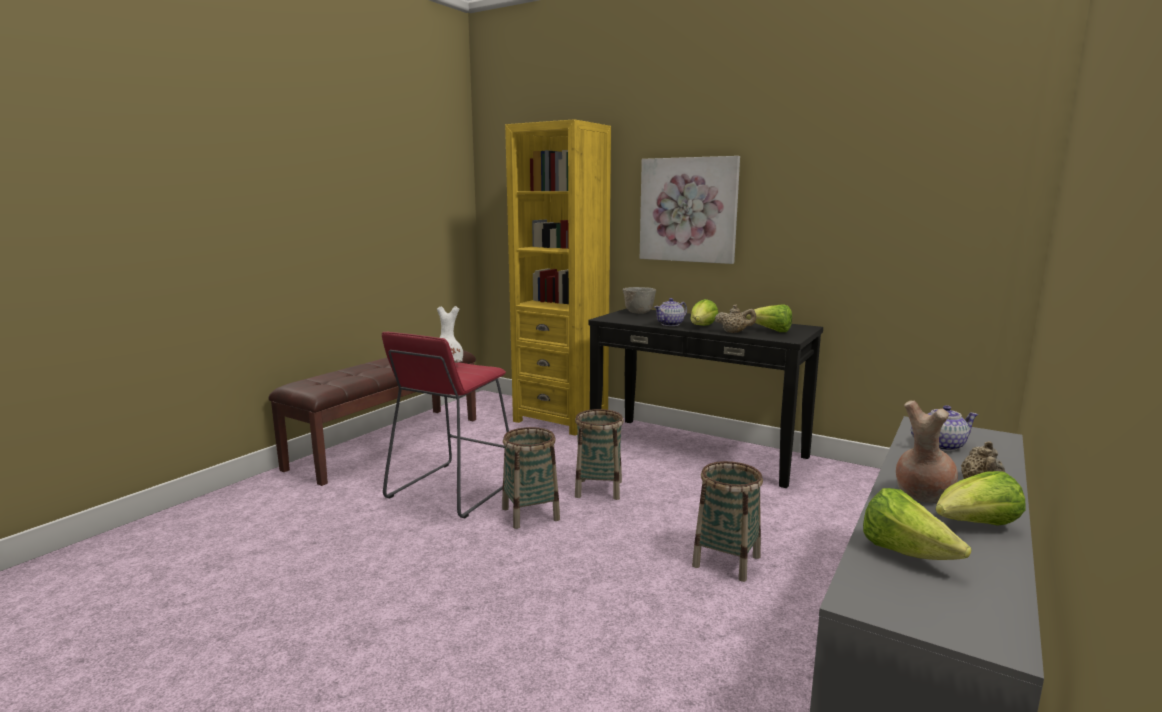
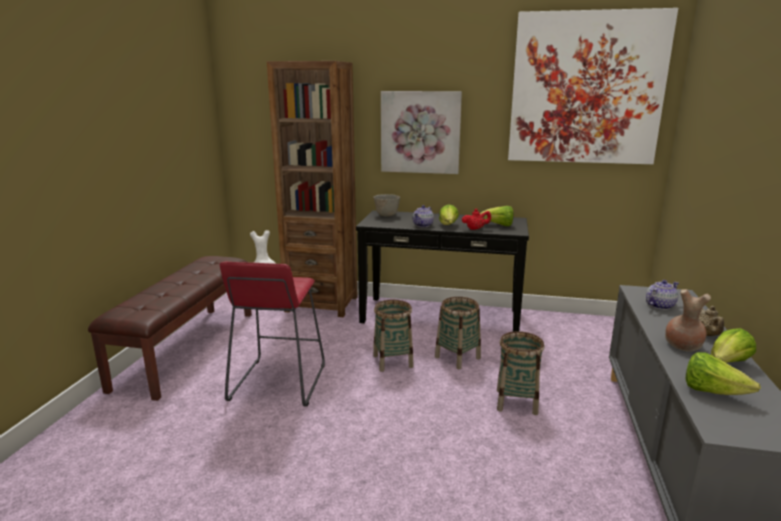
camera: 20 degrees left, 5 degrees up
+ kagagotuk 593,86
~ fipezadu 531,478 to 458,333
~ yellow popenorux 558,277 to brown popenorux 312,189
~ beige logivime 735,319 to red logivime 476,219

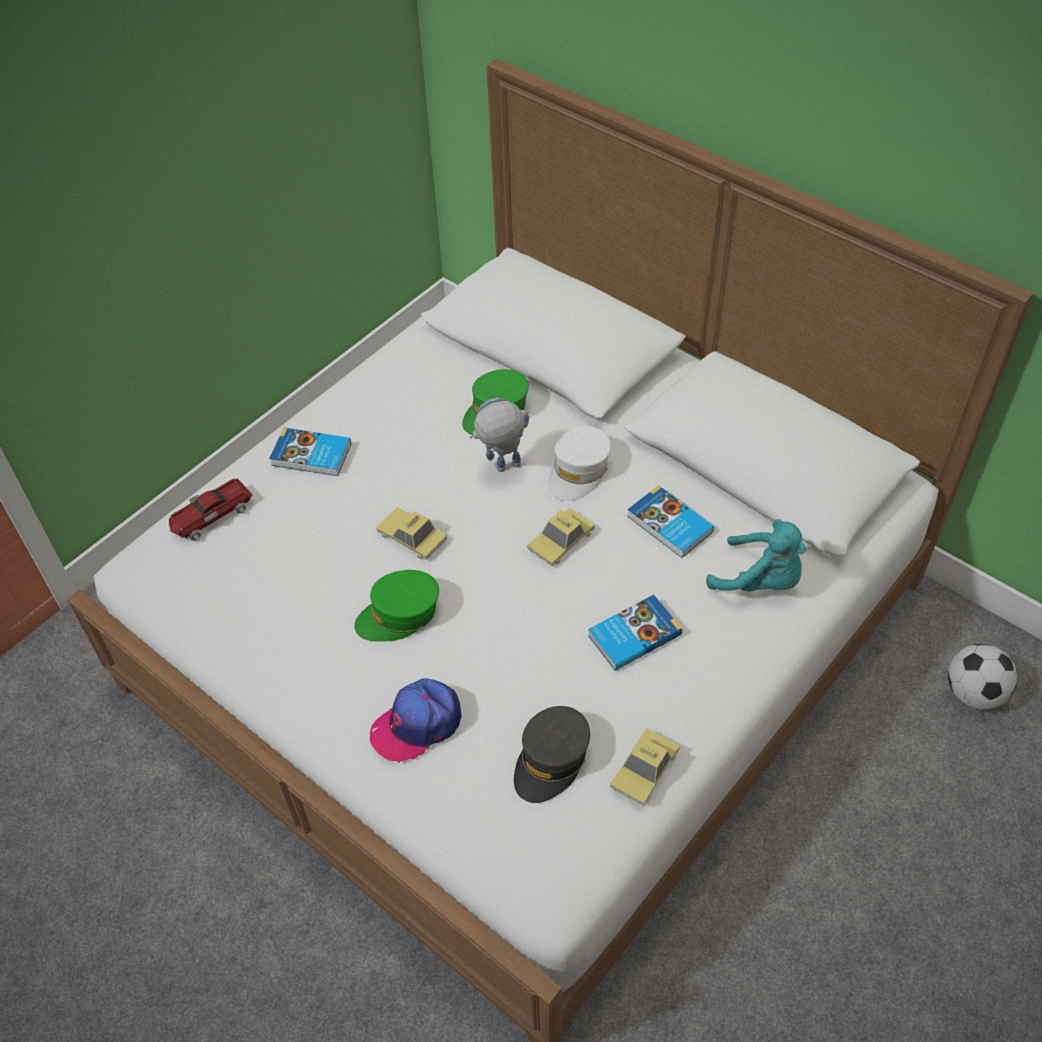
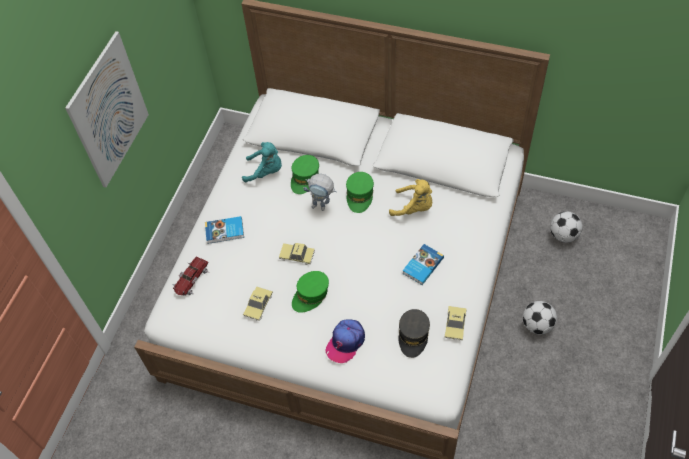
camera: 20 degrees left, 5 degrees up
+ kagagotuk 107,109
+ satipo 540,318
~ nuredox 561,537 to 258,304
~ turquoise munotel 756,555 to 262,162
~ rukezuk 670,521 to yellow munotel 410,197
~ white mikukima 579,463 to green mikukima 360,192
~ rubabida 499,434 = 320,192 120 degrees counterclockwise

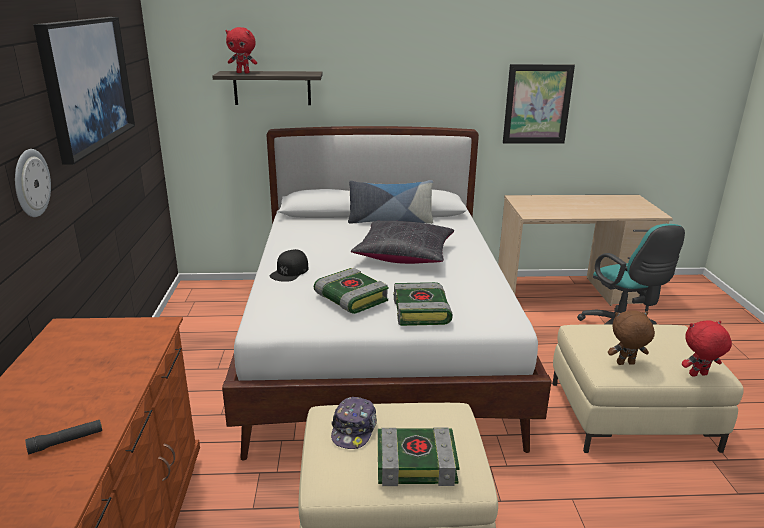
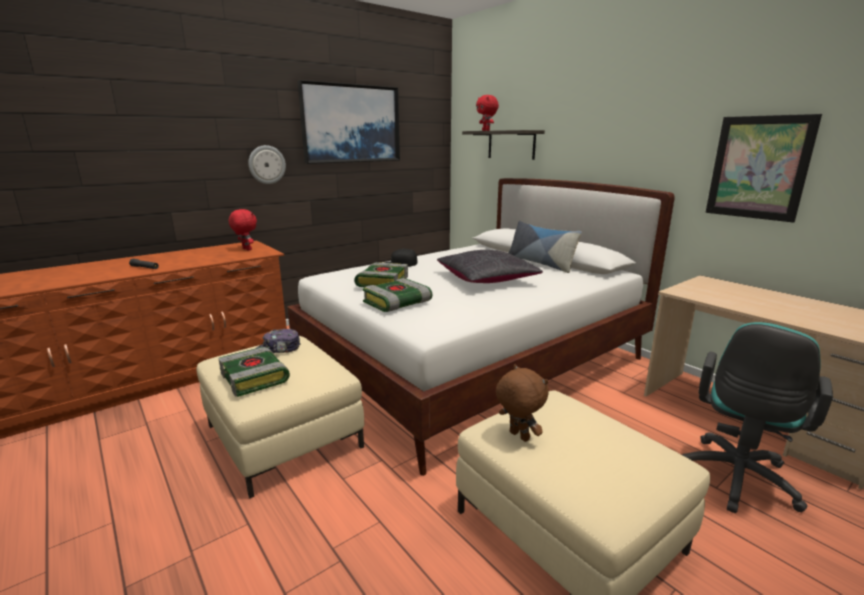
camera: 55 degrees right, 5 degrees down
~ red munotel 707,348 to 243,230

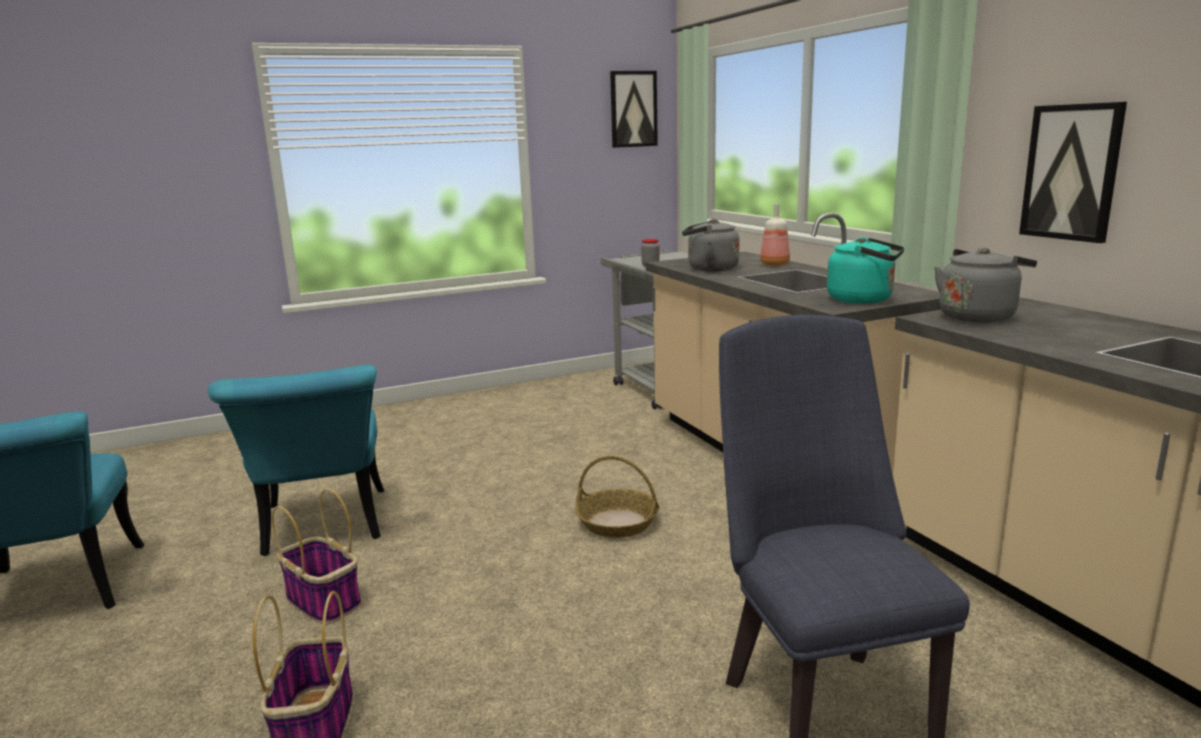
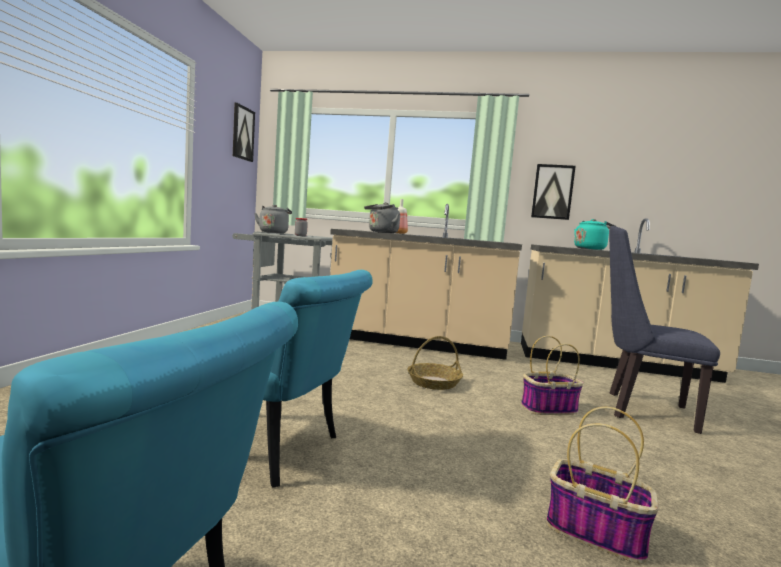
camera: 55 degrees left, 10 degrees down
~ fipezadu 316,556 to 552,375
~ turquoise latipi 865,270 to 594,234
~ grey latipi 985,285 to 273,219

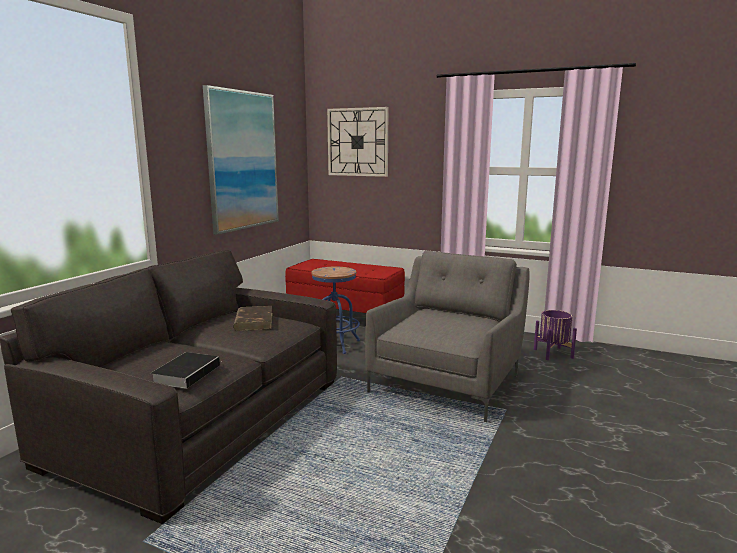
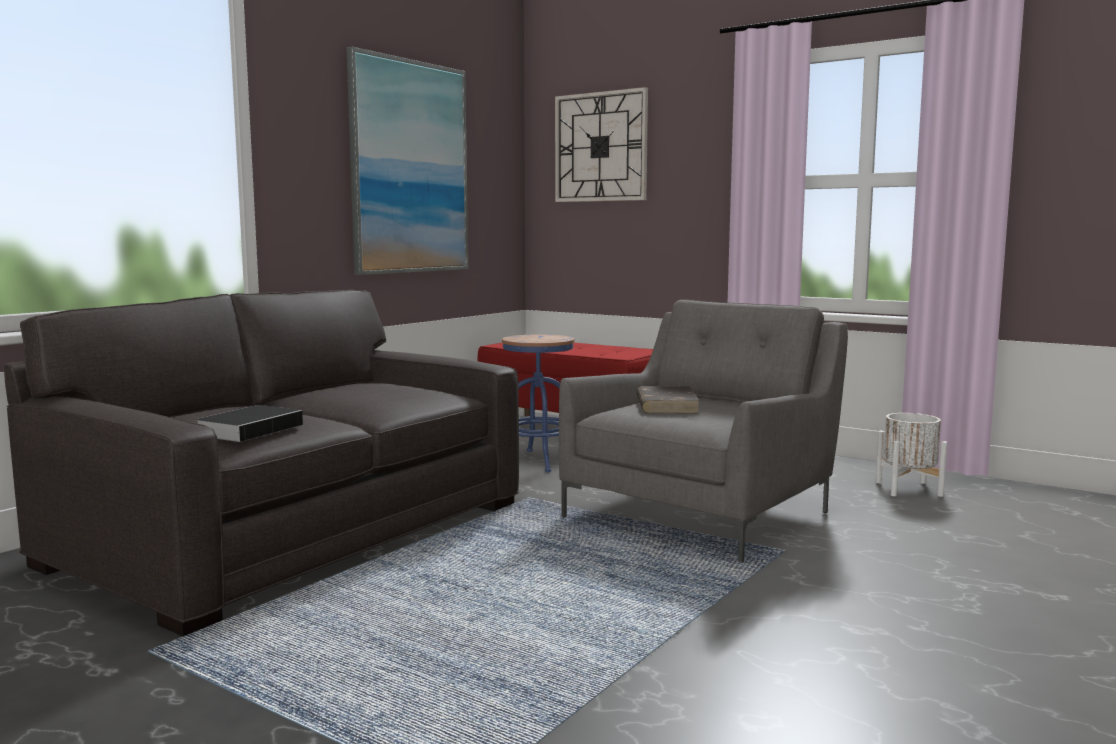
camera: 10 degrees right, 5 degrees down
~ brown rukezuk 252,318 to 668,399
~ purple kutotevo 555,335 to white kutotevo 911,455

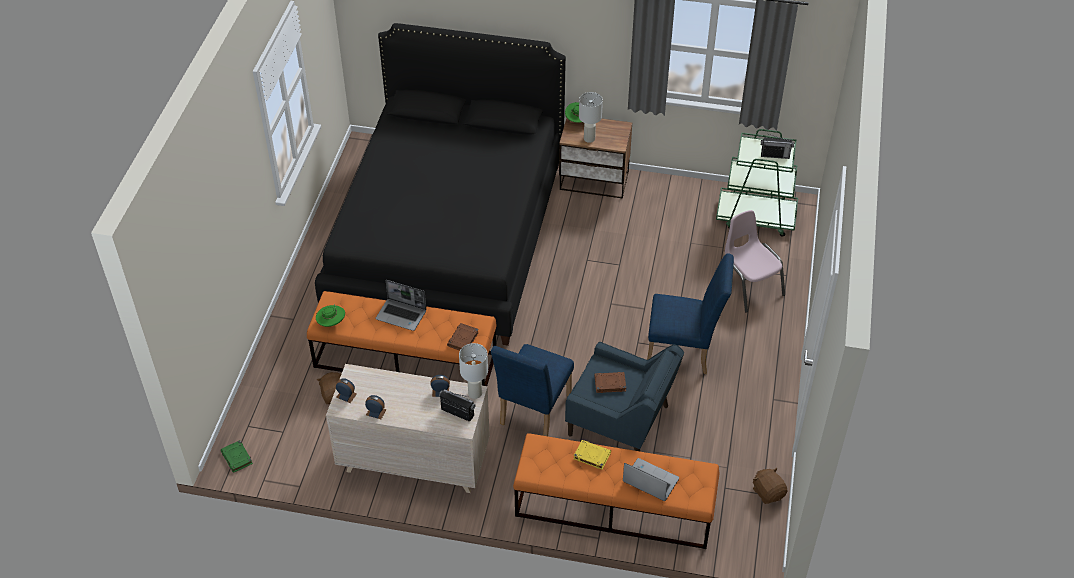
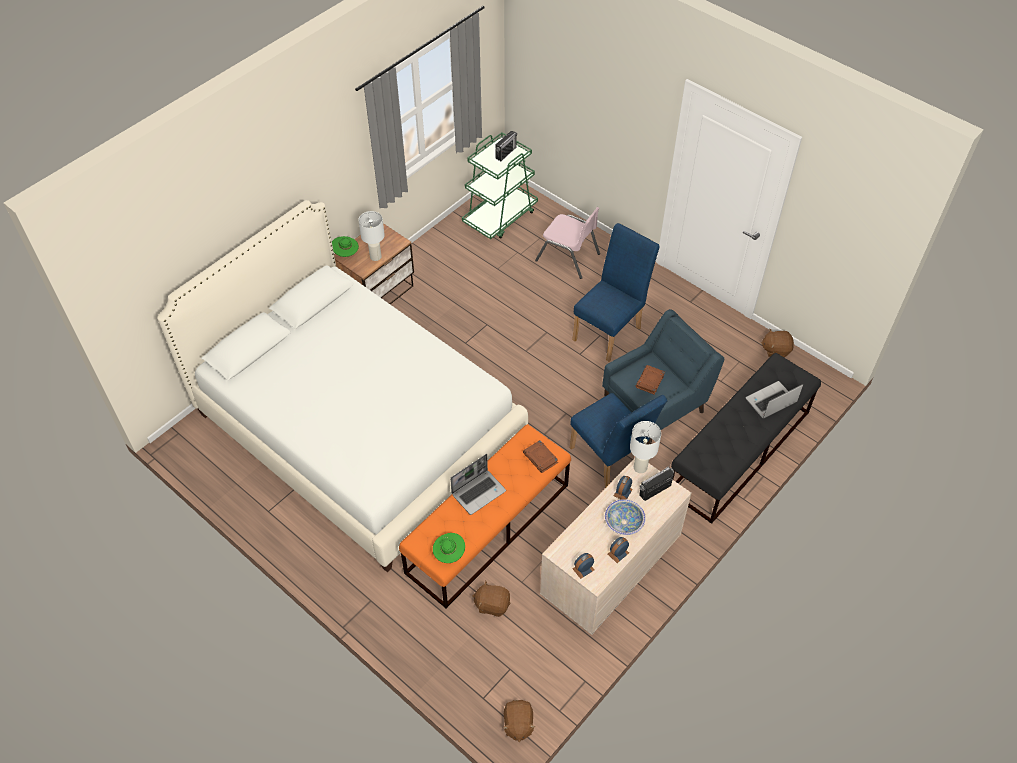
camera: 60 degrees left, 5 degrees up
- yellow rukezuk 592,455
+ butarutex 625,517
~ green rukezuk 237,456 to brown munotel 519,721
~ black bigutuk 440,184 to white bigutuk 342,386
~ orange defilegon 616,491 to black defilegon 746,438
~ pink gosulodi 755,261 = 567,243 150 degrees counterclockwise

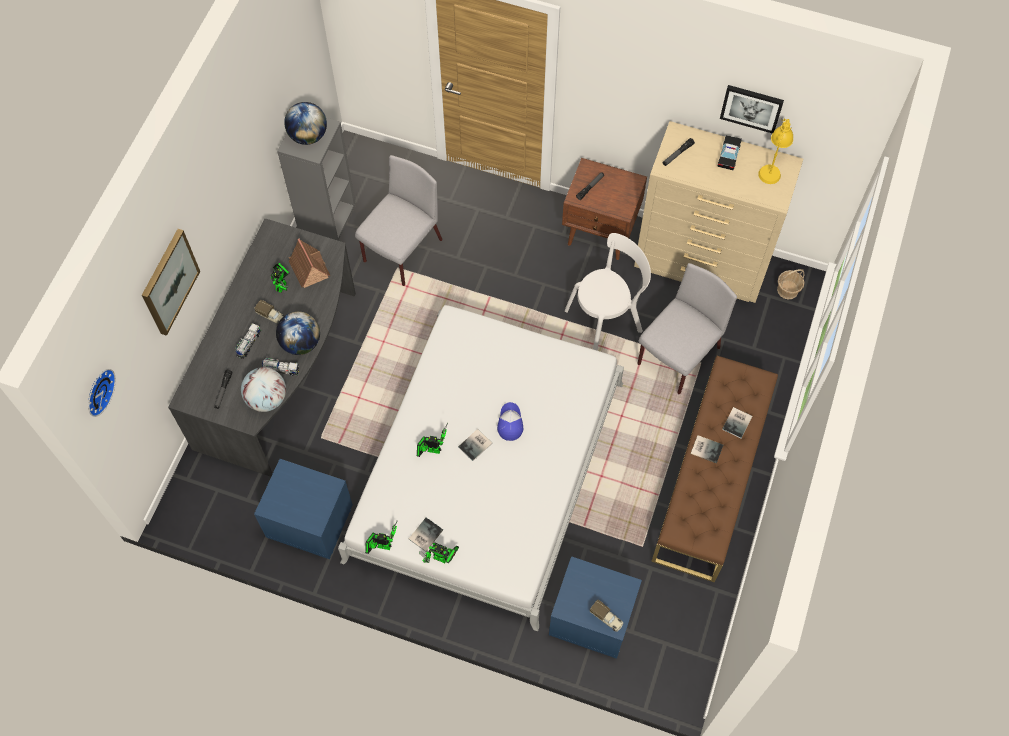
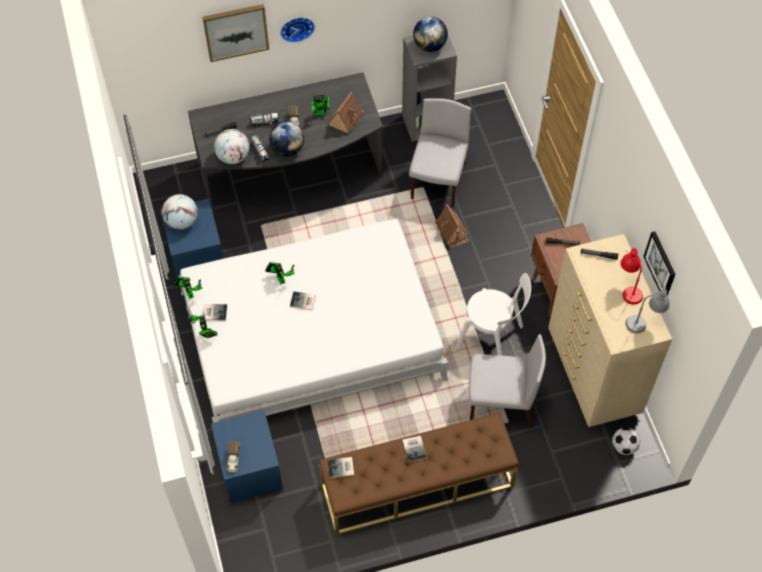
camera: 55 degrees right, 5 degrees down
- mikukima 510,421
+ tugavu 180,212
+ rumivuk 452,226
~ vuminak 102,393 to 297,30
~ rukezuk 737,422 to 341,467
~ nuredox 729,153 to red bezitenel 631,276
~ fipezadu 790,284 to satipo 626,441
~ yellow bezitenel 775,151 to grey bezitenel 648,309
~ grey gosulodi 399,220 = 440,153 75 degrees counterclockwise

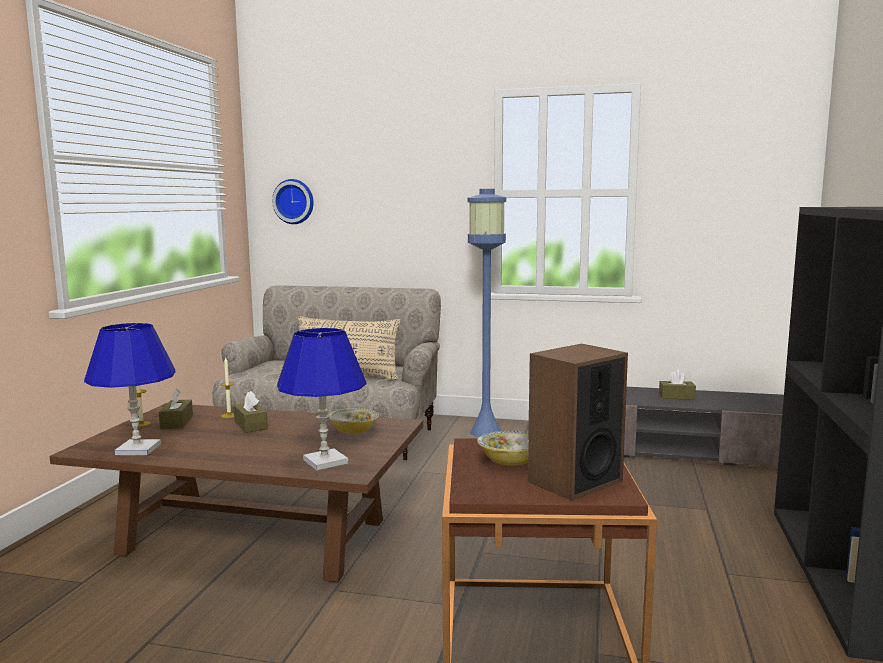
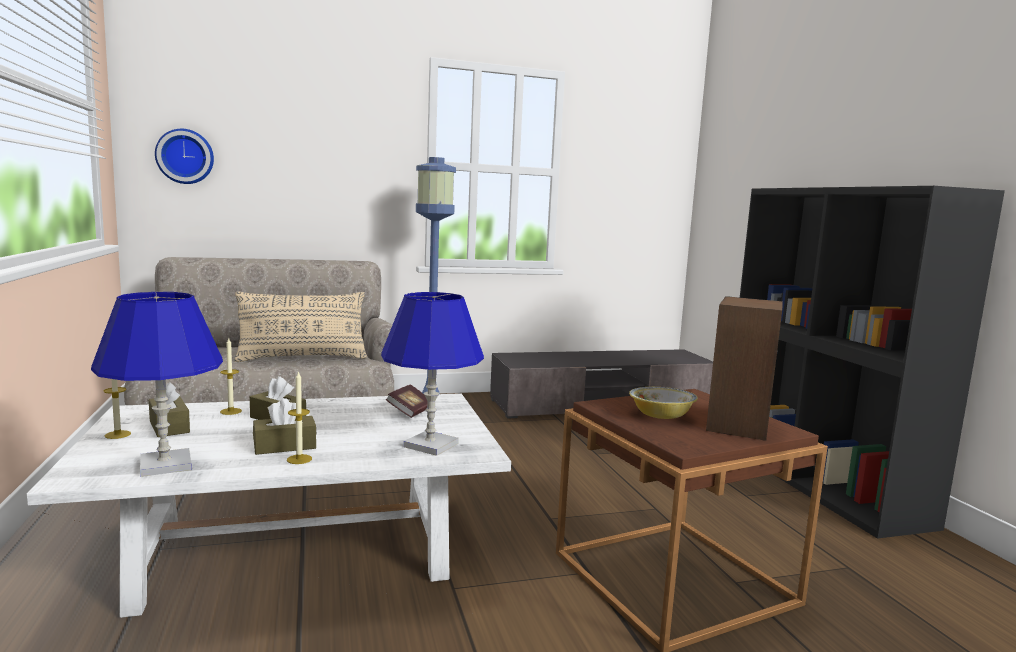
camera: 30 degrees left, 0 degrees up
+ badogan 299,417
~ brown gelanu 677,385 to 285,426
~ butarutex 353,421 to rukezuk 406,401
~ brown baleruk 236,492 to white baleruk 269,505

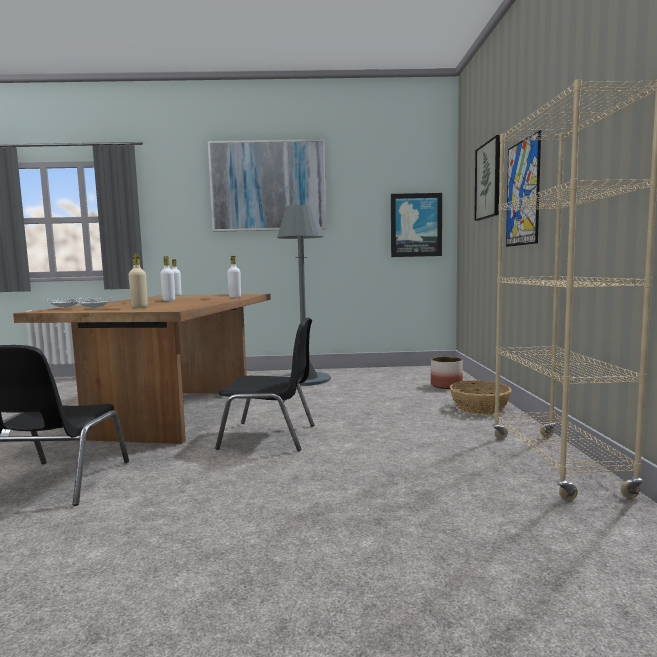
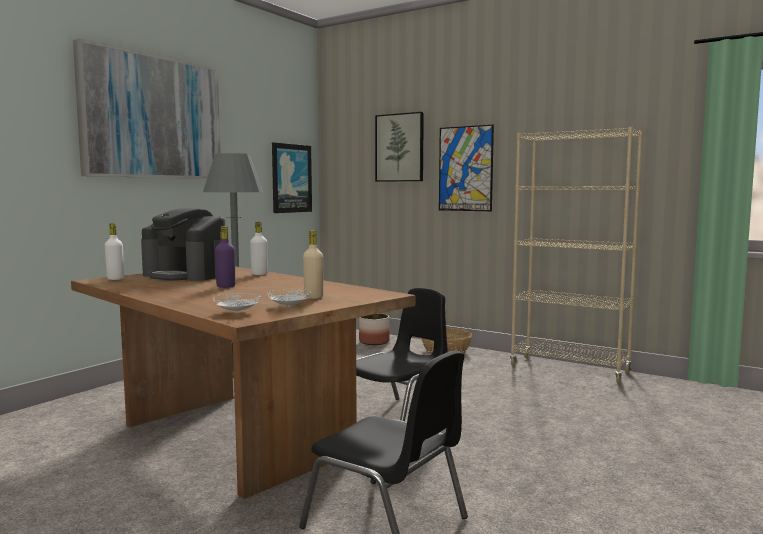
camera: 55 degrees left, 0 degrees up
+ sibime 183,244
~ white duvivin 167,278 to purple duvivin 225,257

